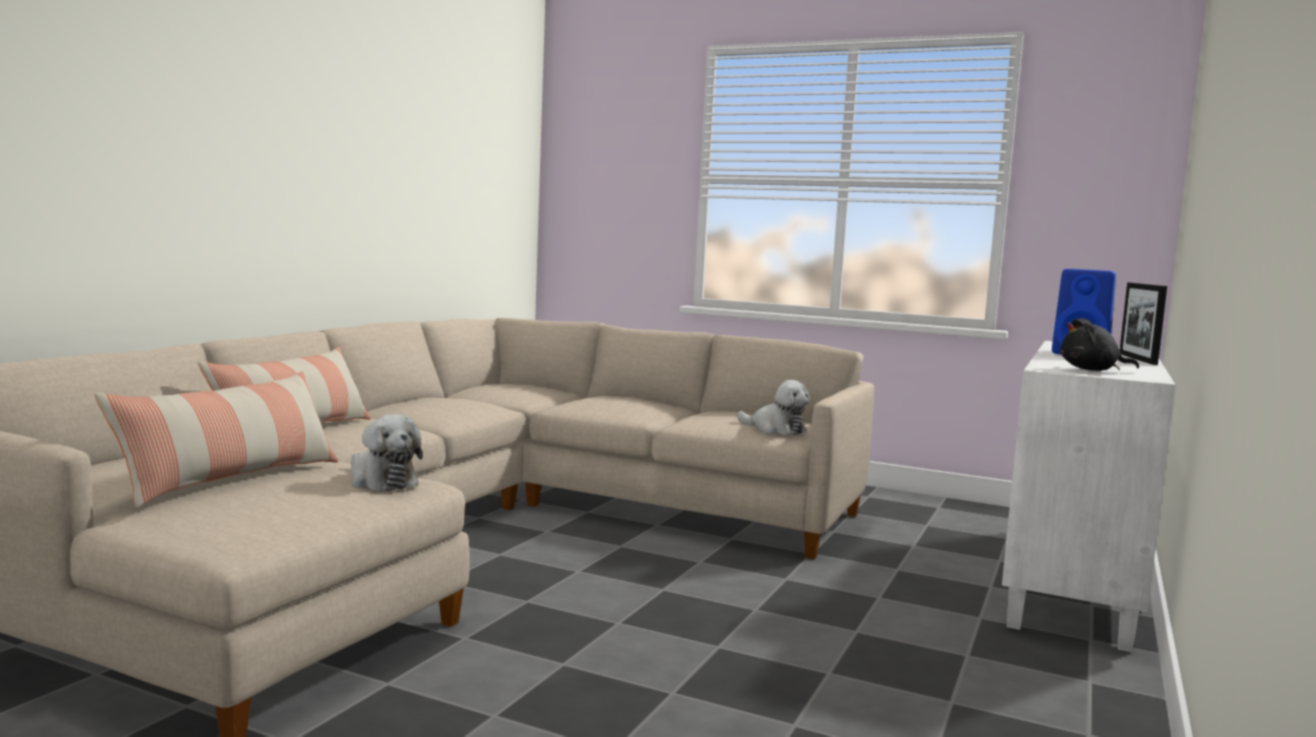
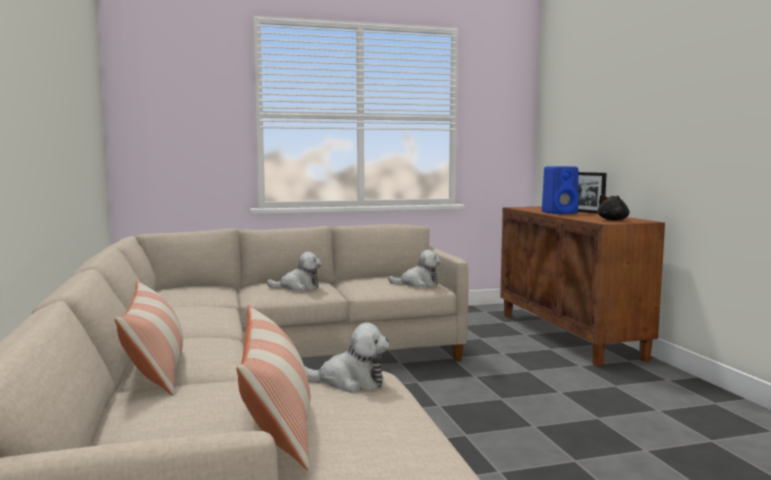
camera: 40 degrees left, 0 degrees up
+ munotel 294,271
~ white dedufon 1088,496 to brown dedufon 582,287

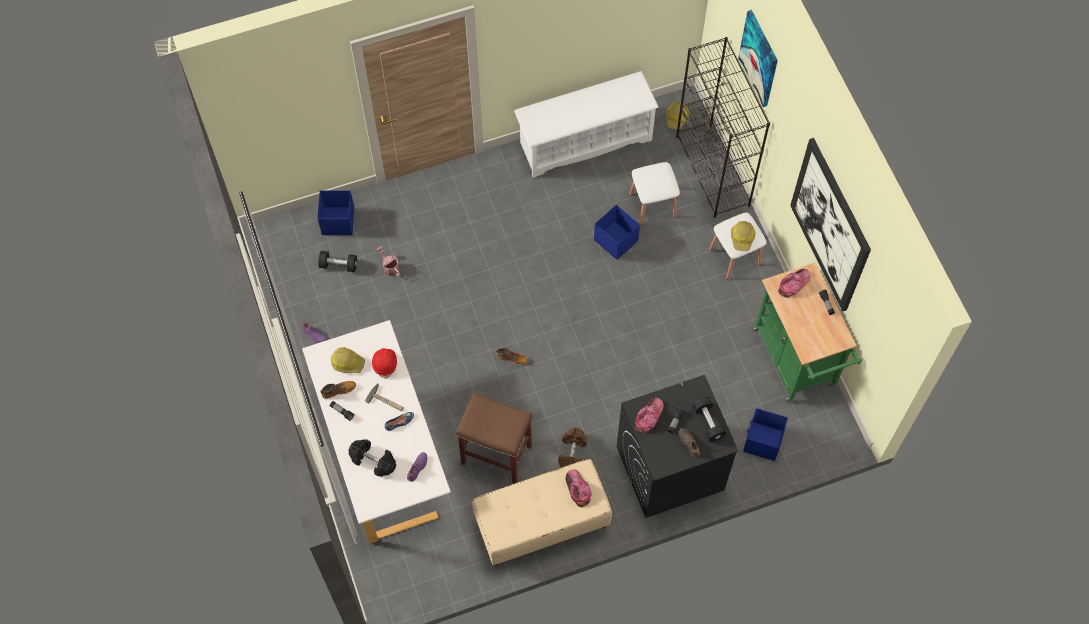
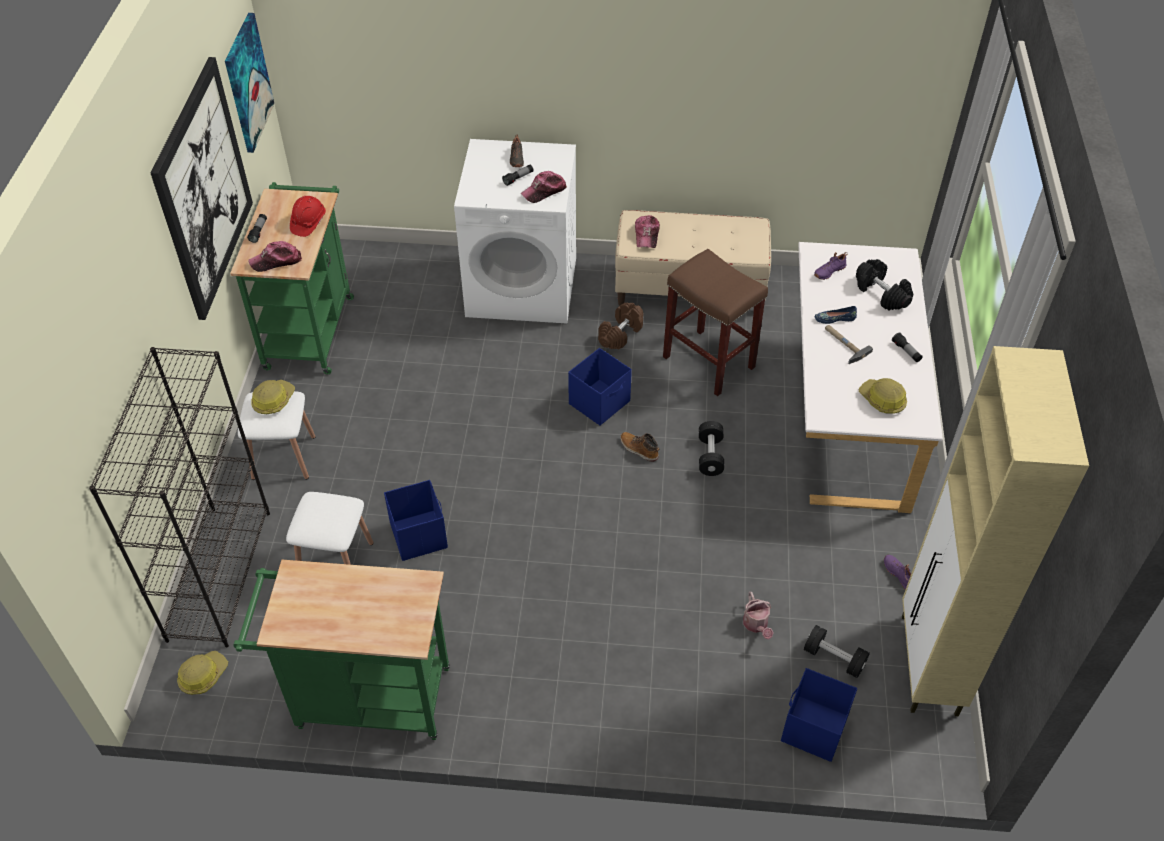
camera: 155 degrees left, 15 degrees down
- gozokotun 338,390
+ beige dedufon 995,531
~ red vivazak 384,363 to 308,216
~ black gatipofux 709,419 to 711,448
~ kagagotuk 758,58 to 249,83
~ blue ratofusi 765,434 to 600,386
~ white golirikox 586,124 to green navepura 341,650
~ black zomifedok 678,446 to white zomifedok 515,231

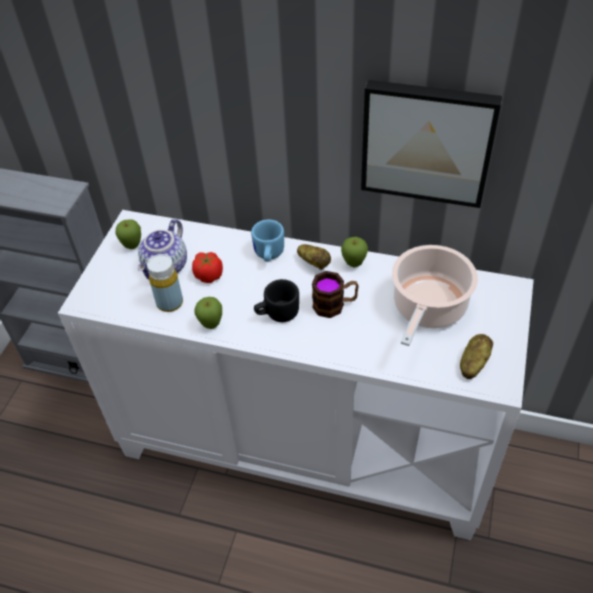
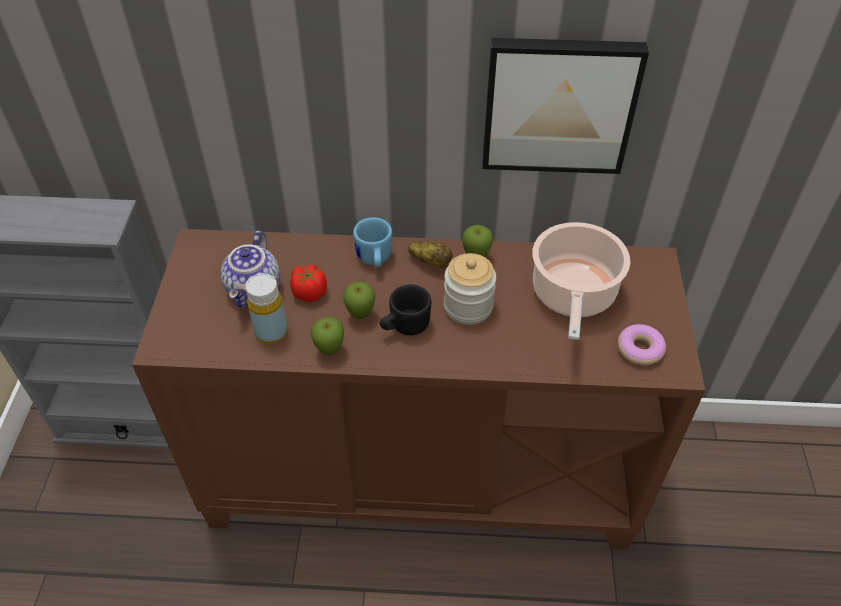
camera: 15 degrees left, 0 degrees up
~ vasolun 128,234 to 359,300
~ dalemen 335,294 to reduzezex 470,289
~ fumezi 476,356 to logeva 642,344
~ white dedufon 296,375 to brown dedufon 418,389

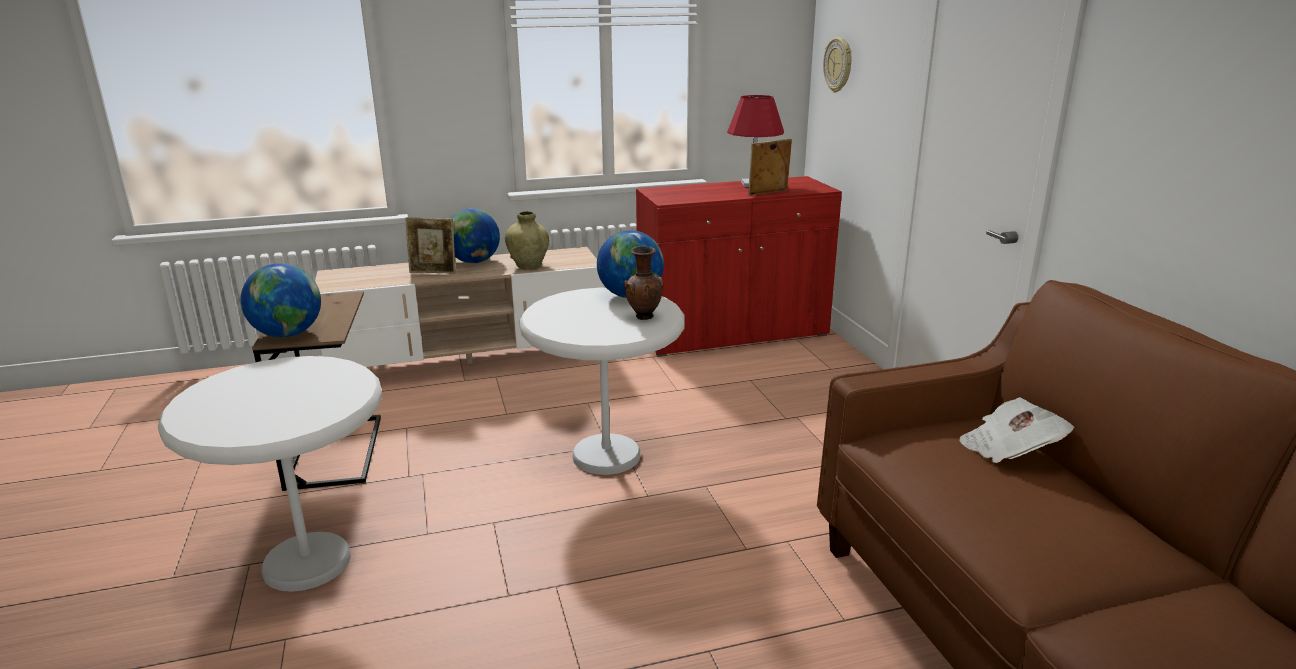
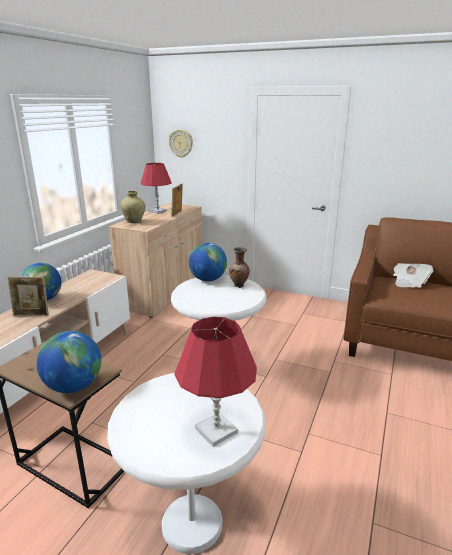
camera: 50 degrees left, 0 degrees up
+ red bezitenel 216,382
~ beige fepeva 527,240 to 132,207
~ red dedufon 739,266 to beige dedufon 155,260
~ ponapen 430,245 = 28,296 45 degrees clockwise

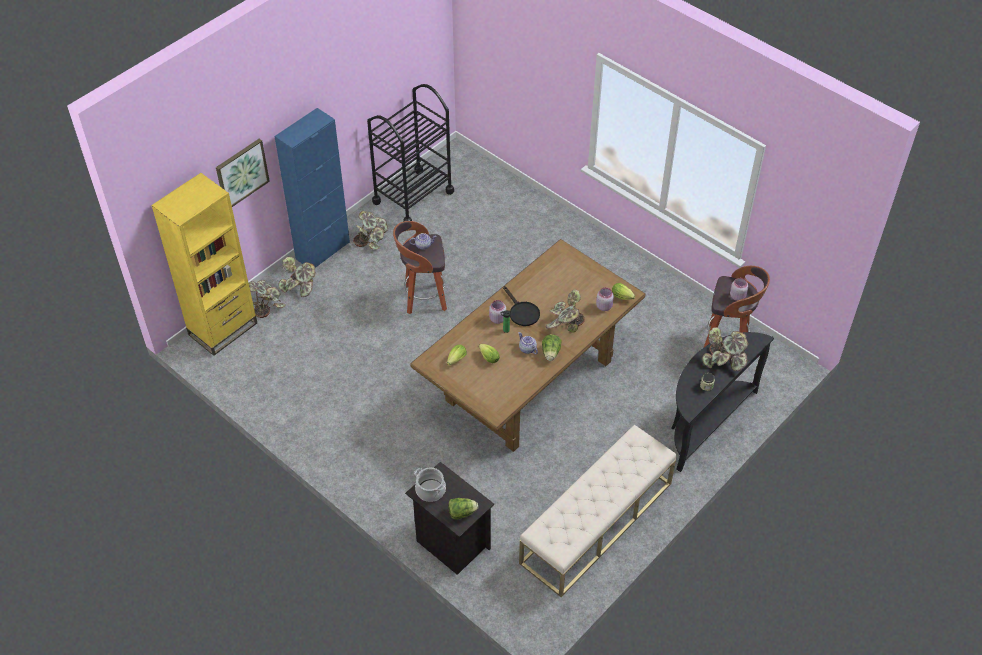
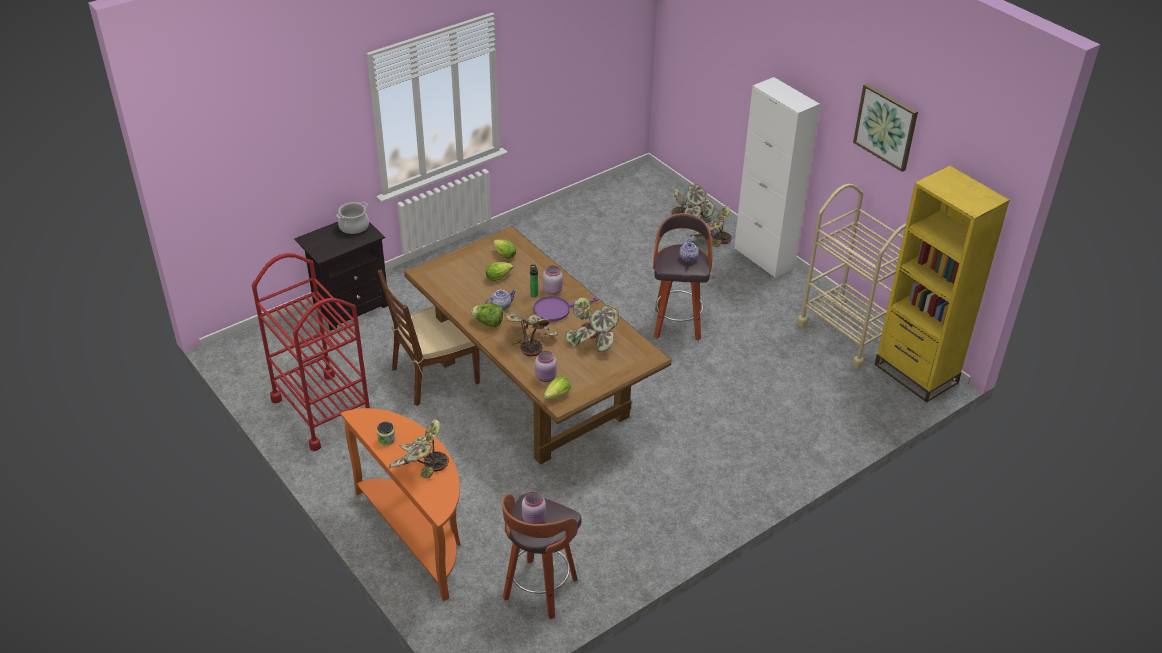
camera: 100 degrees right, 10 degrees down
- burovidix 463,509
+ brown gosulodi 429,338
~ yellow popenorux 204,264 to 942,284
~ kagagotuk 243,173 to 885,128
~ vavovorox 370,230 to 592,324
~ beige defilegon 598,511 to red navepura 311,352
~ blue dedufon 312,188 to white dedufon 777,177
~ black navepura 410,152 to beige navepura 851,276
~ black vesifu 521,306 to purple vesifu 566,309
~ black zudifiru 722,402 to orange zudifiru 400,504

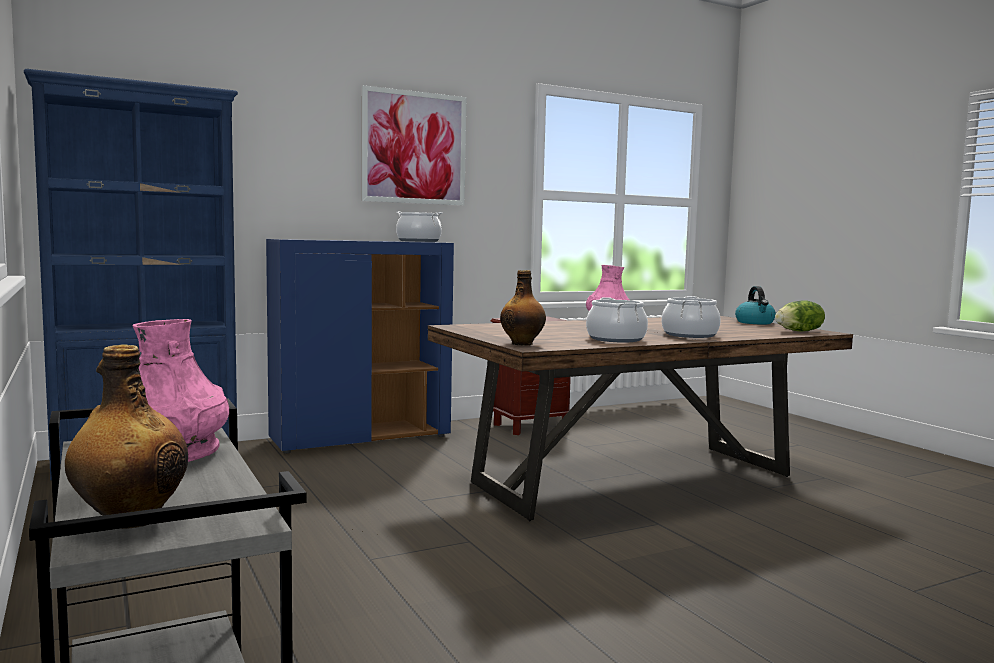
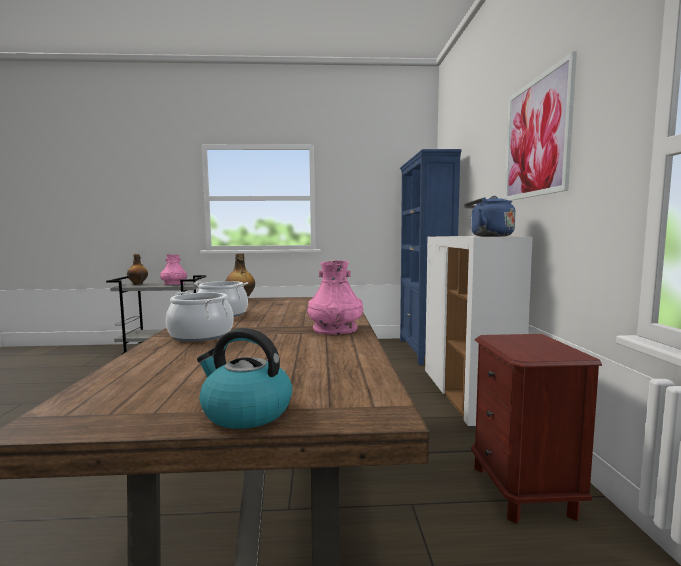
camera: 115 degrees right, 0 degrees up
- burovidix 800,316
~ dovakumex 419,227 to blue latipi 490,216
~ blue dedufon 360,346 to white dedufon 479,332

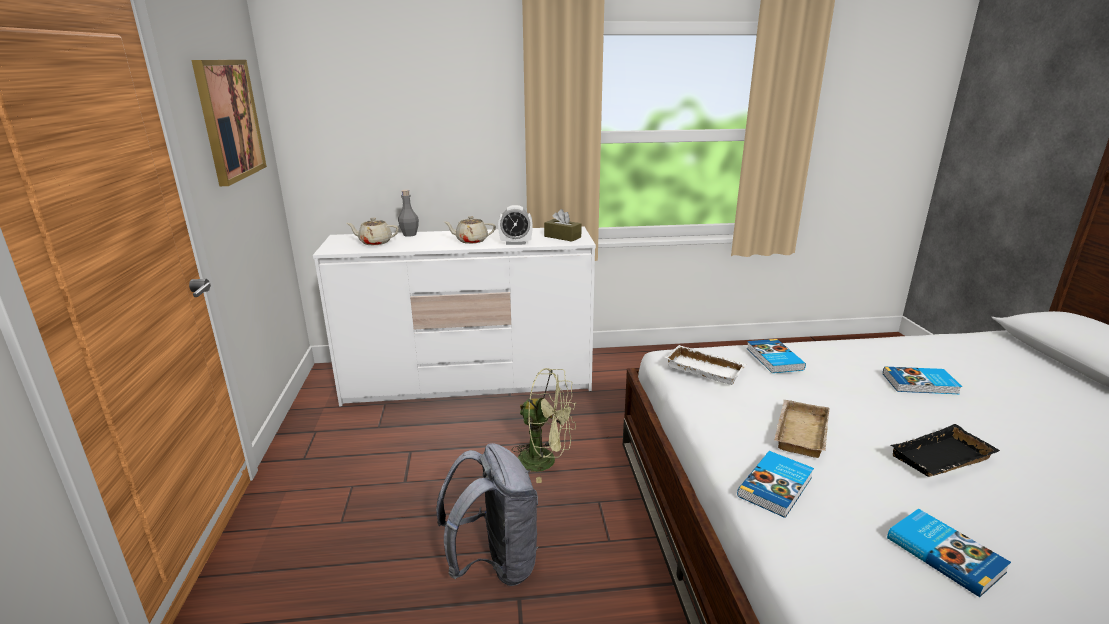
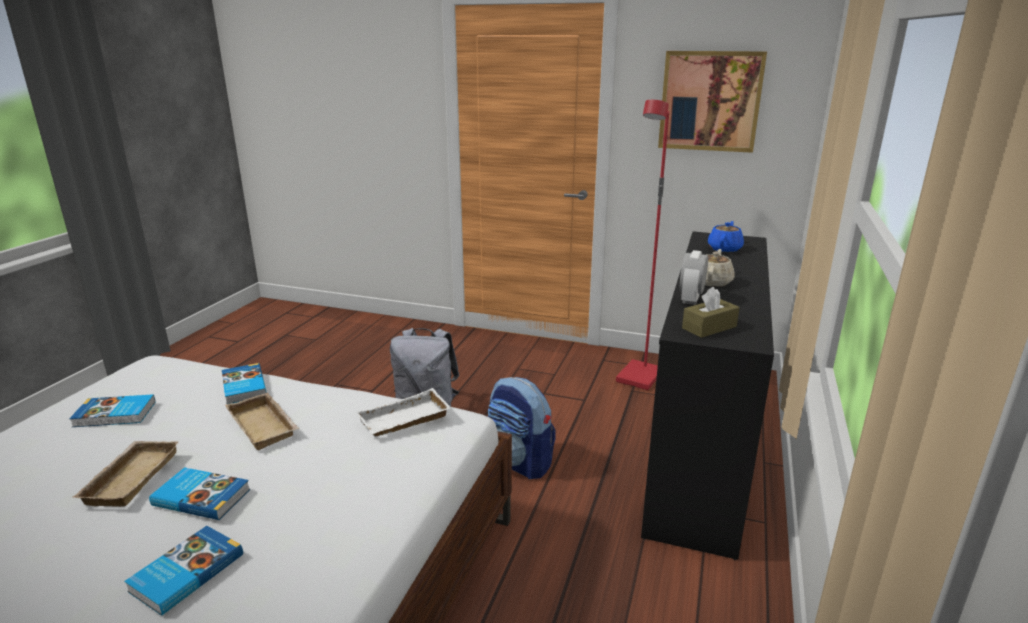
camera: 115 degrees right, 0 degrees up
- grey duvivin 408,213
+ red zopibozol 642,245
~ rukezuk 776,356 to 199,493
~ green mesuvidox 543,425 to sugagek 522,428
~ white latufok 454,316 to black latufok 707,395
~ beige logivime 372,231 to blue logivime 726,236
~ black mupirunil 945,450 to beige mupirunil 125,474

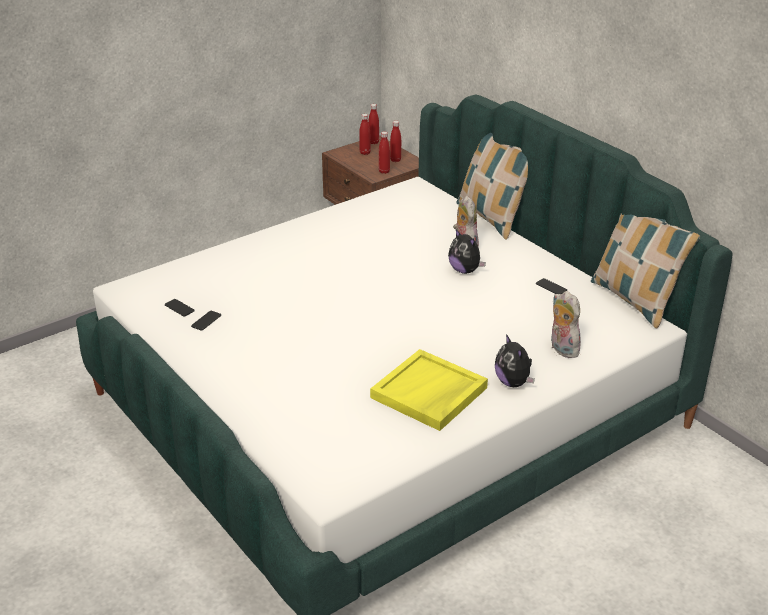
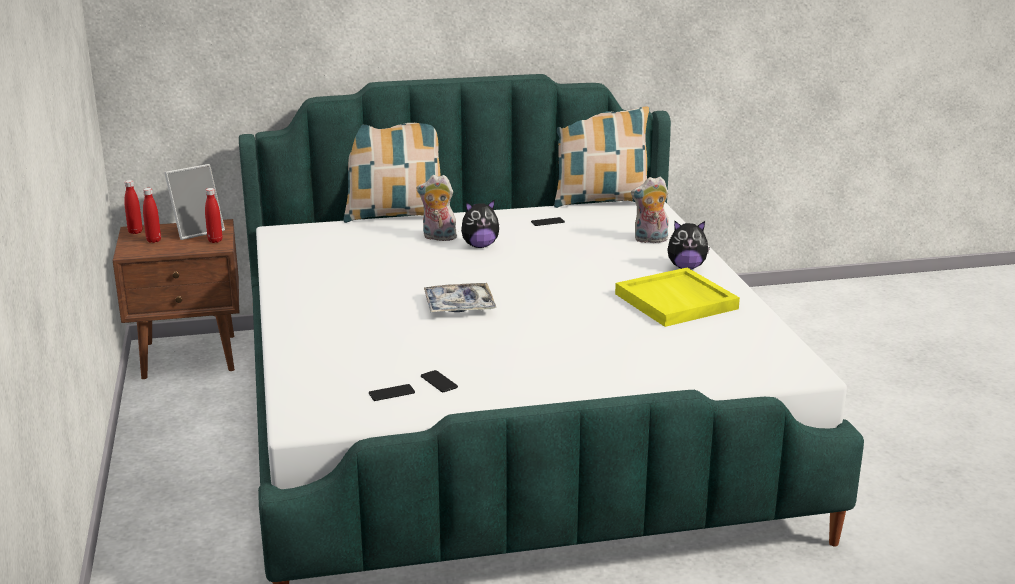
camera: 65 degrees left, 10 degrees down
+ mupirunil 460,298
~ red duvivin 395,141 to ponapen 194,202

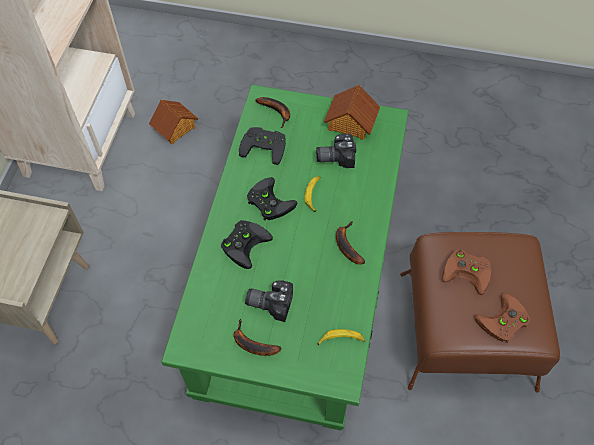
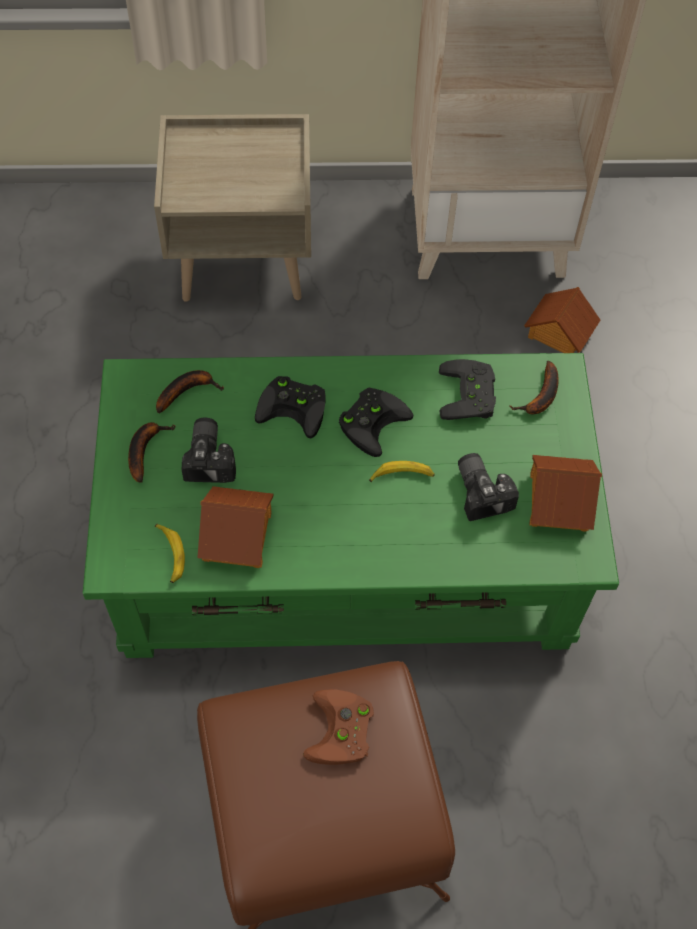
camera: 75 degrees right, 0 degrees up
- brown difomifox 502,318
+ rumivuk 235,527
~ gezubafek 350,243 to 190,392

